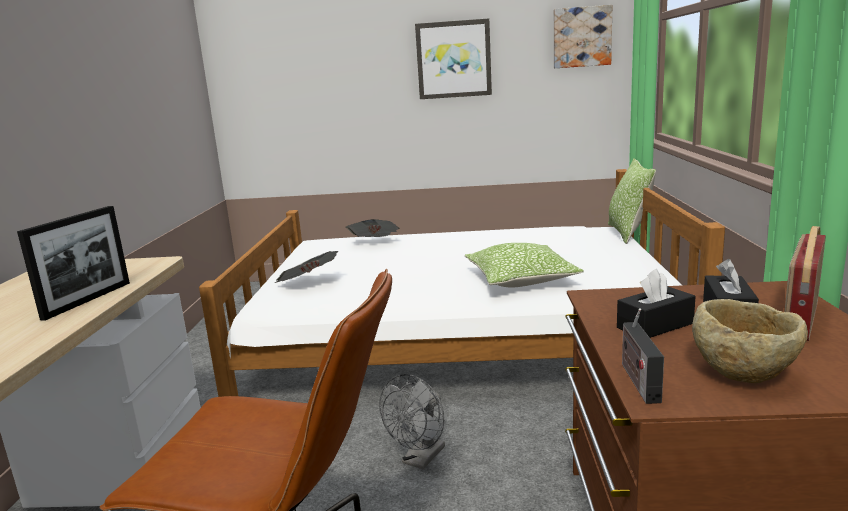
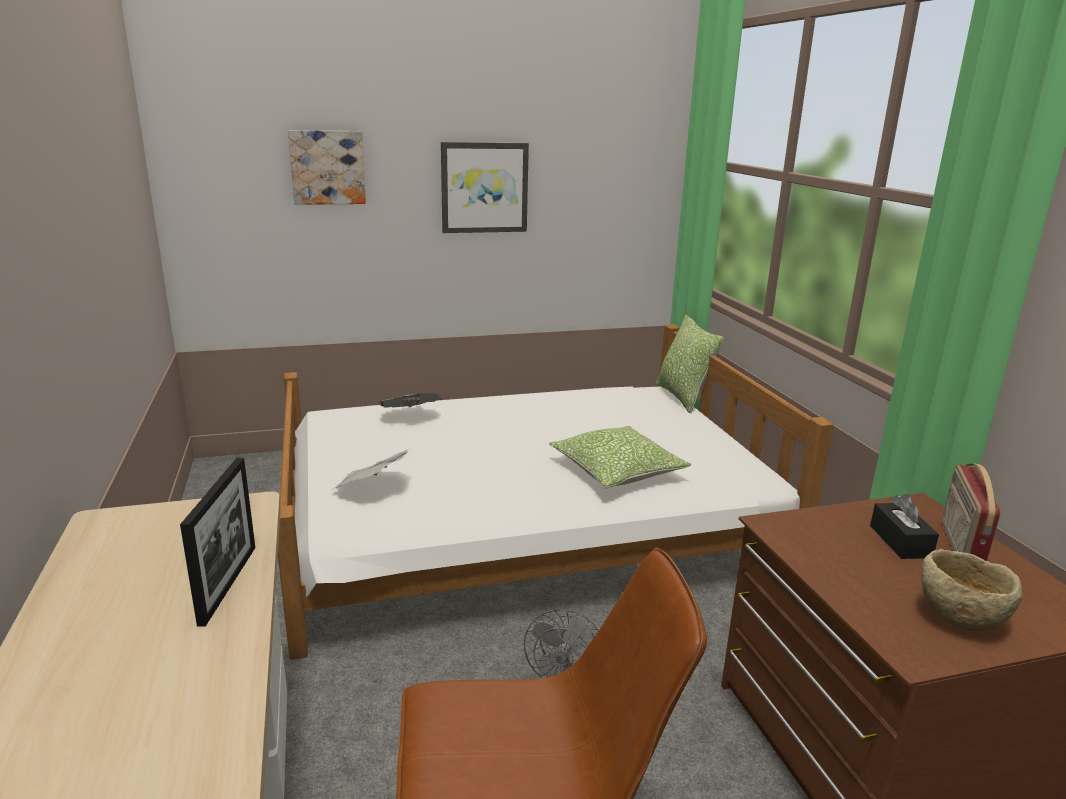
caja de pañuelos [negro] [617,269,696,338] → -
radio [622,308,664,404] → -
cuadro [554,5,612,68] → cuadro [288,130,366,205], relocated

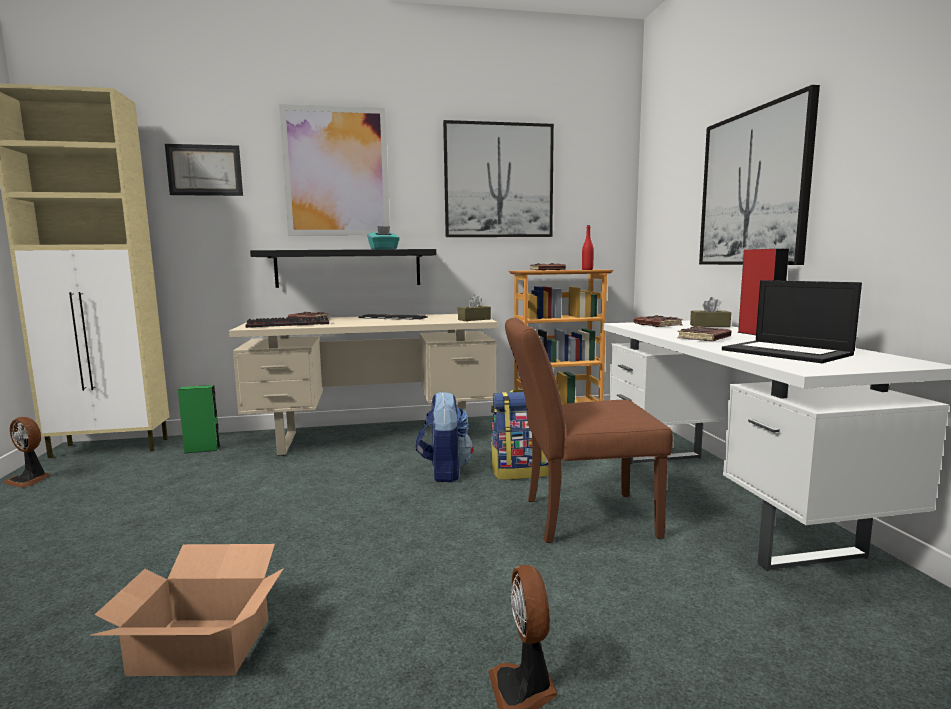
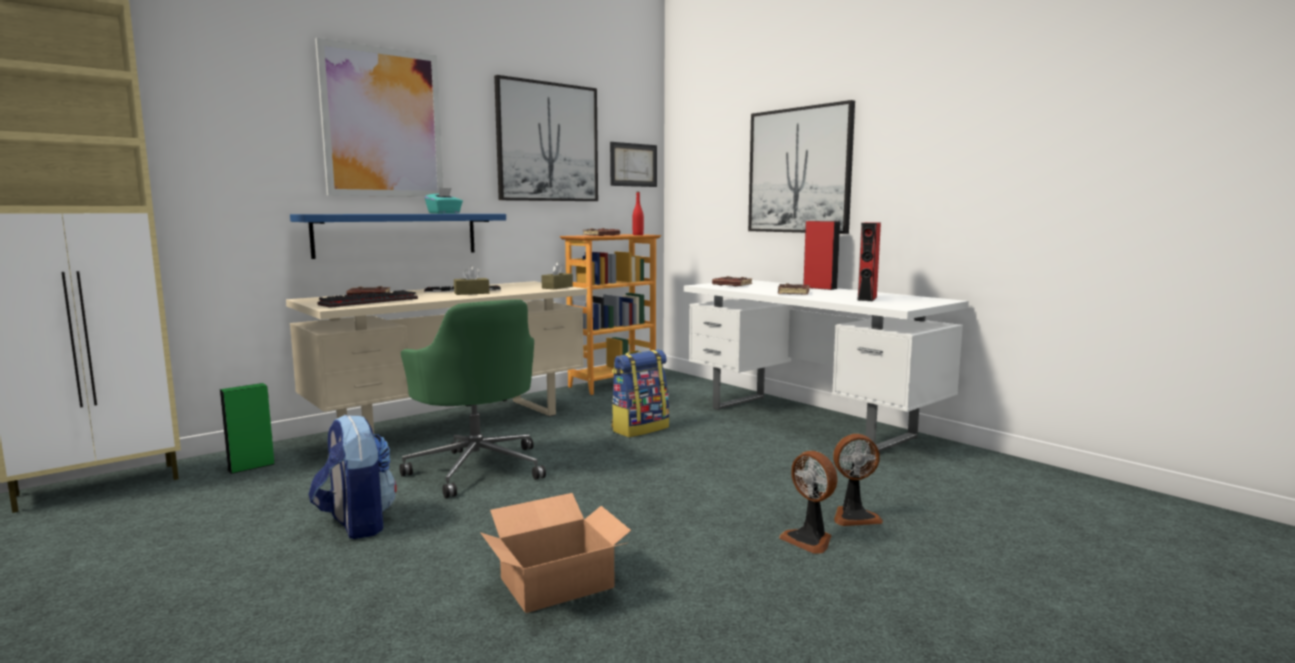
silla [marrón] [505,318,673,543] → -
- → silla de oficina [verde] [399,299,546,498]
ventilador [3,417,50,488] → ventilador [833,434,883,526], relocated
cuadro [165,144,243,196] → cuadro [610,142,657,187], relocated
mochila [416,391,473,482] → mochila [309,414,397,539], relocated
caja de pañuelos [marrón] [690,297,731,327] → caja de pañuelos [marrón] [454,266,489,295], relocated
portátil [722,280,862,363] → altavoz [rojo] [857,222,881,301]
estante [negro] [250,249,436,288] → estante [azul] [290,214,506,259]

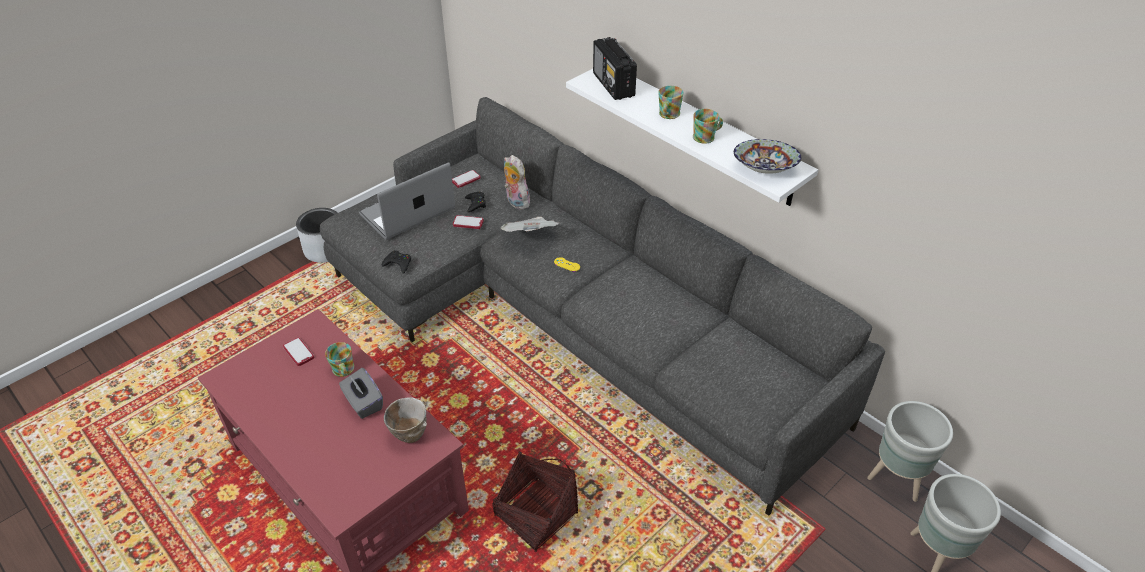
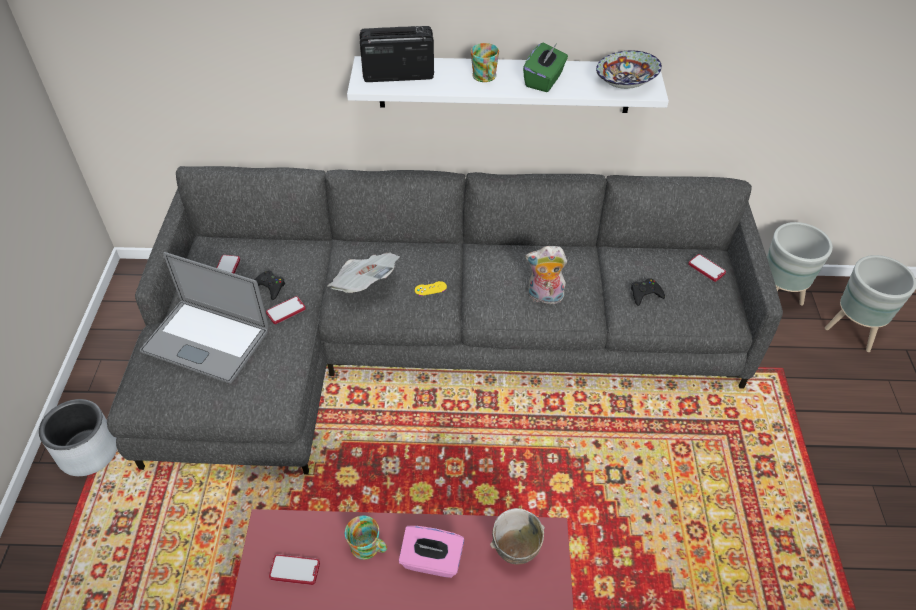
cesta [493,452,578,552] → -
- → móvil [688,254,726,282]
mando de consola [negro] [382,250,411,274] → mando de consola [negro] [631,278,665,306], relocated
peluche [504,155,530,210] → peluche [525,246,567,305], relocated
taza grande [693,109,723,144] → caja de pañuelos [verde] [523,43,568,92]
caja de pañuelos [gris] [339,368,383,419] → caja de pañuelos [rosa] [399,526,464,578]
portátil [359,162,455,240] → portátil [140,252,269,384], 75 degrees counterclockwise
radio [593,37,637,100] → radio [360,26,434,82], 150 degrees clockwise

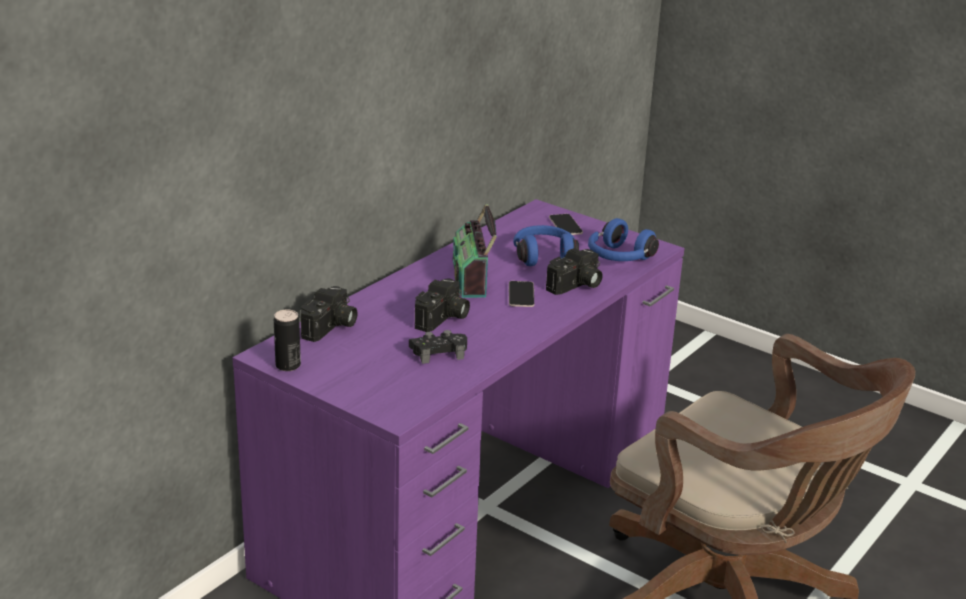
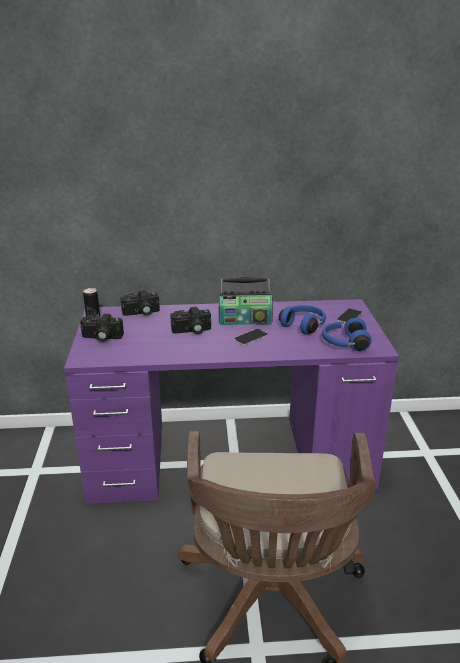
mando de consola [negro] [409,330,467,364] → -
cámara [546,248,603,295] → cámara [80,314,124,342], relocated
radio [453,203,497,298] → radio [219,277,273,325], 135 degrees counterclockwise

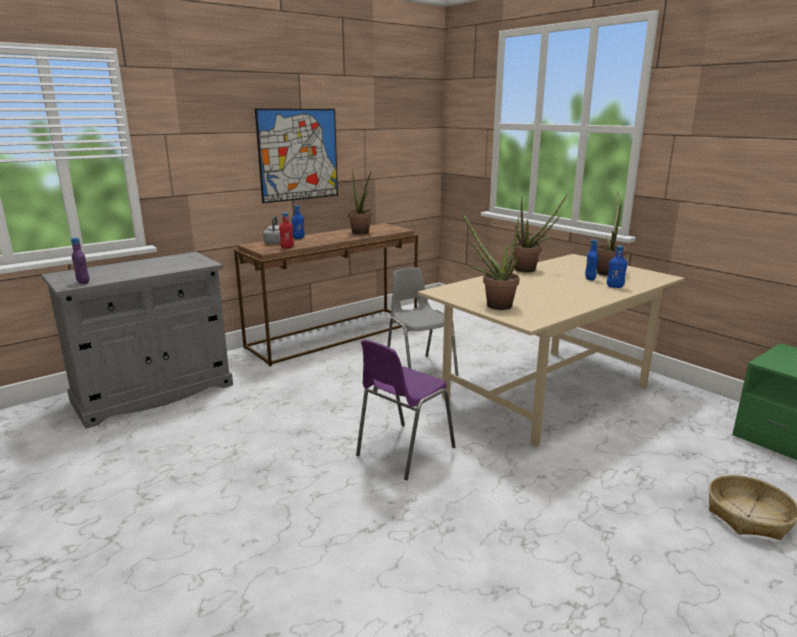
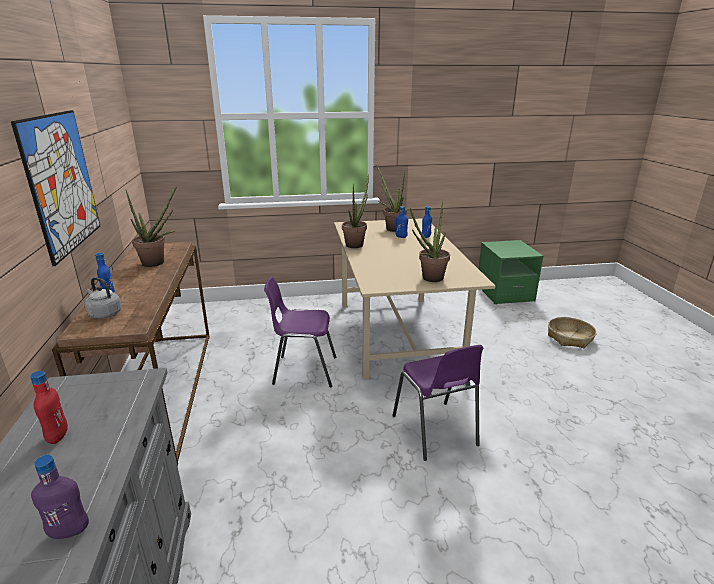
botella [rojo] [279,212,294,249] → botella [rojo] [30,371,68,444], relocated
silla [gris] [387,267,459,376] → silla [morado] [264,277,336,388]

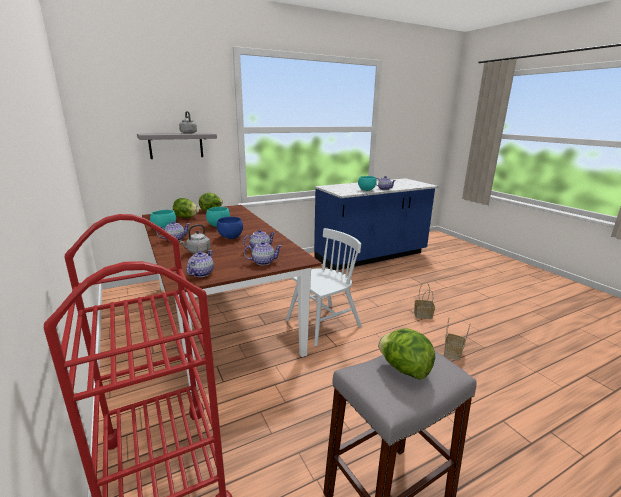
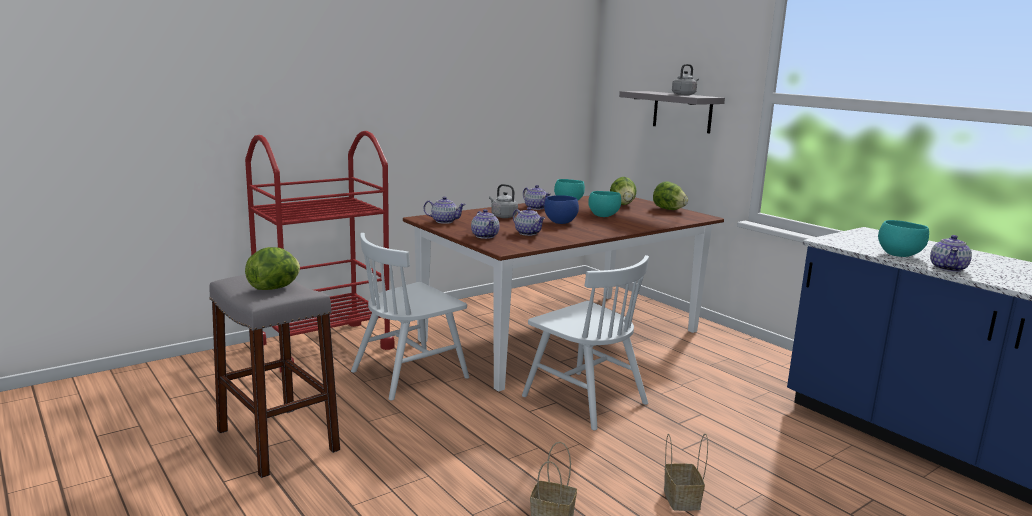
- → silla [blanco] [351,233,469,401]

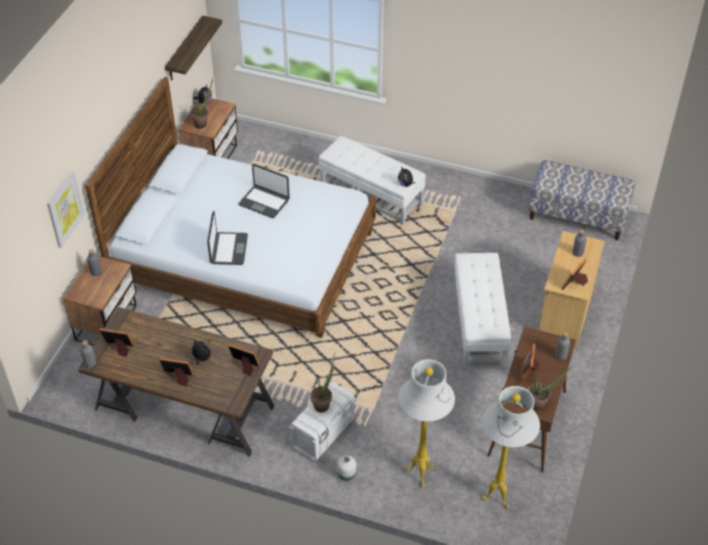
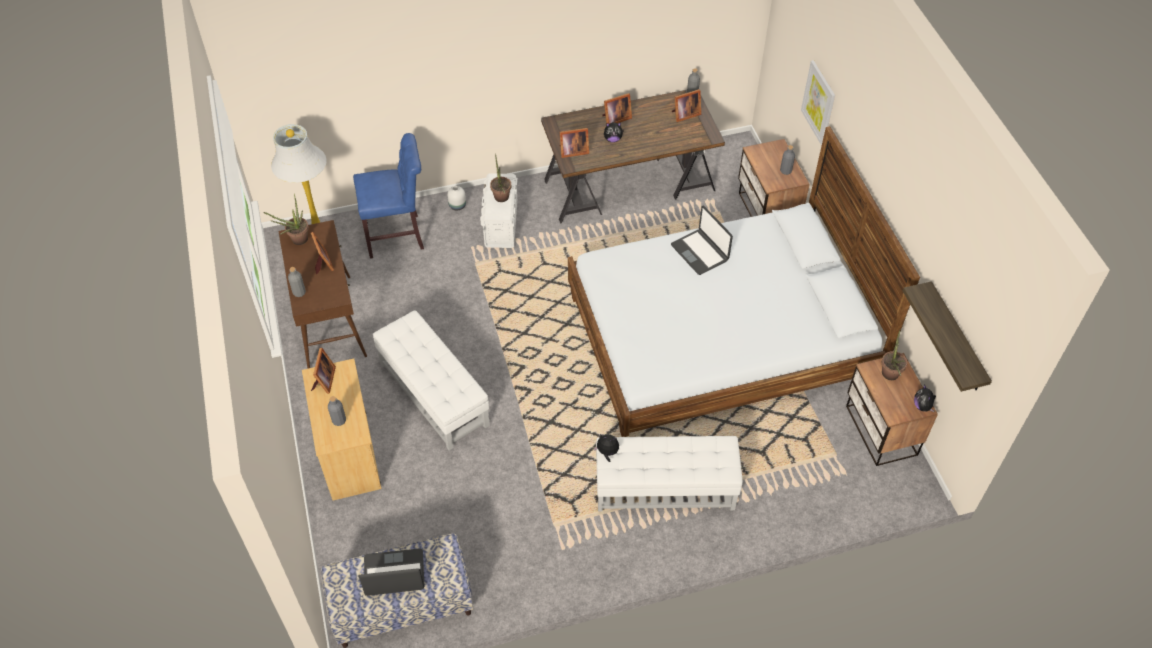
portátil [239,164,290,218] → portátil [358,548,424,596], relocated
lámpara de pie [blanco] [398,359,455,487] → silla [azul] [353,133,424,259]

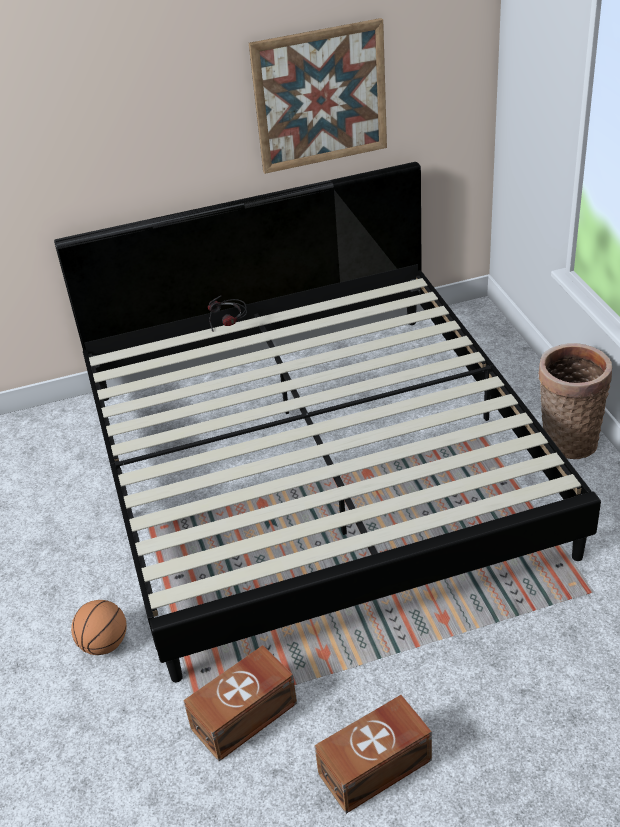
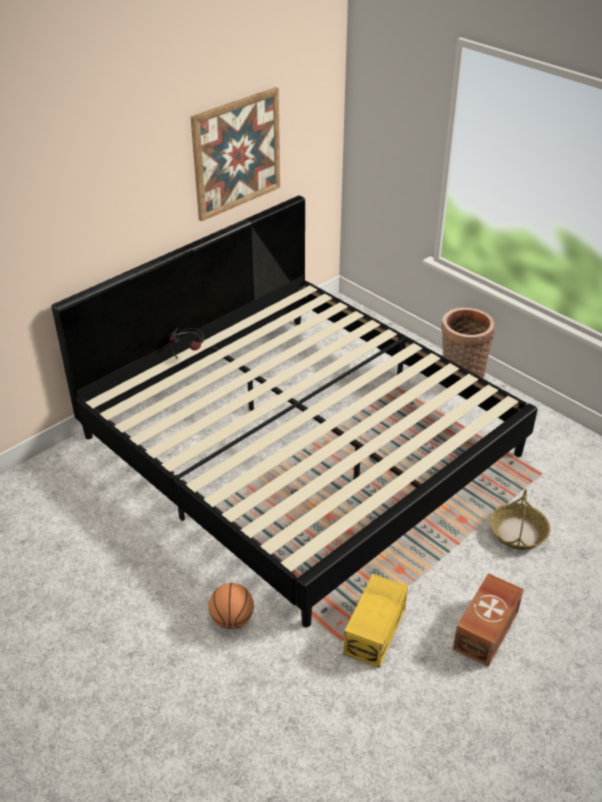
- → cesta [490,489,550,550]
caja de almacenaje [marrón] [183,645,297,761] → caja de almacenaje [amarillo] [343,574,408,668]

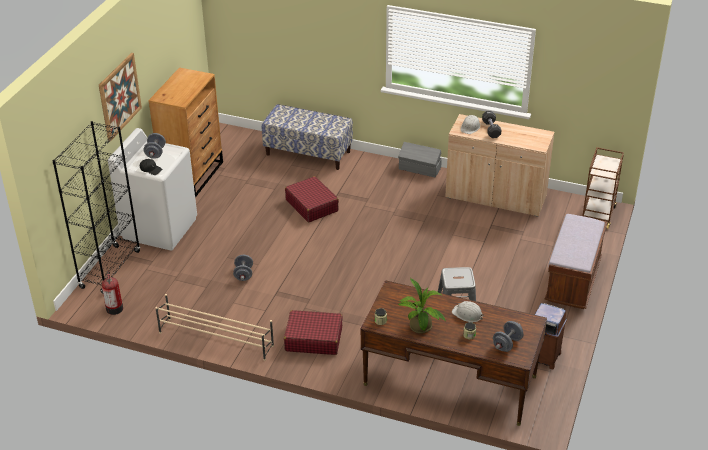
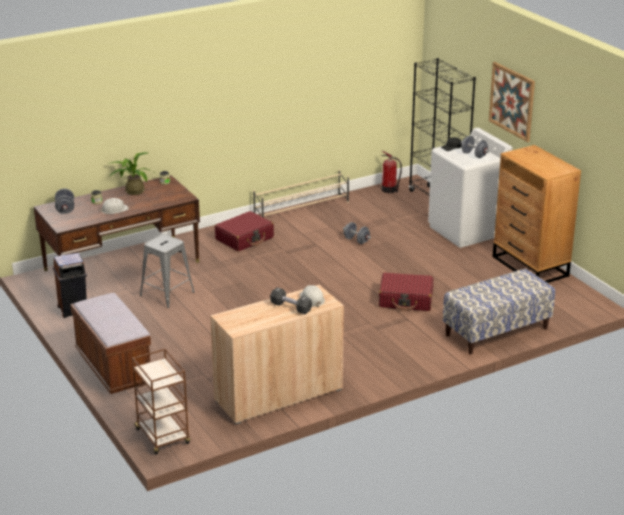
caja de almacenaje [gris] [398,142,442,177] → -

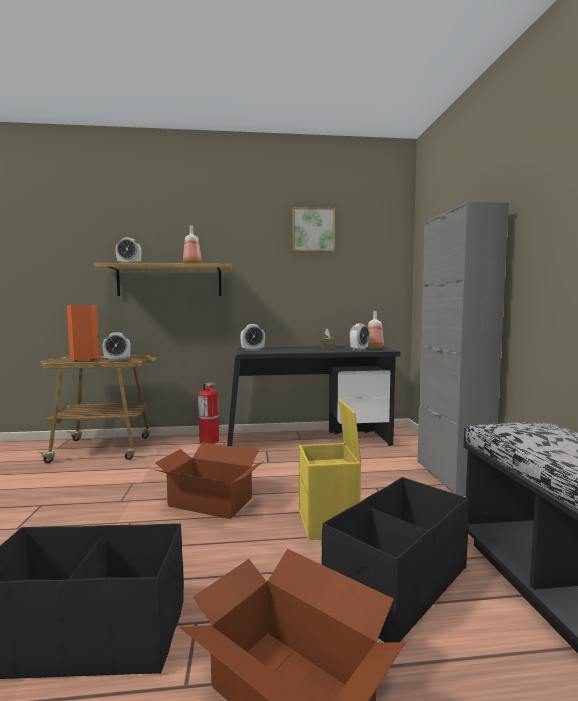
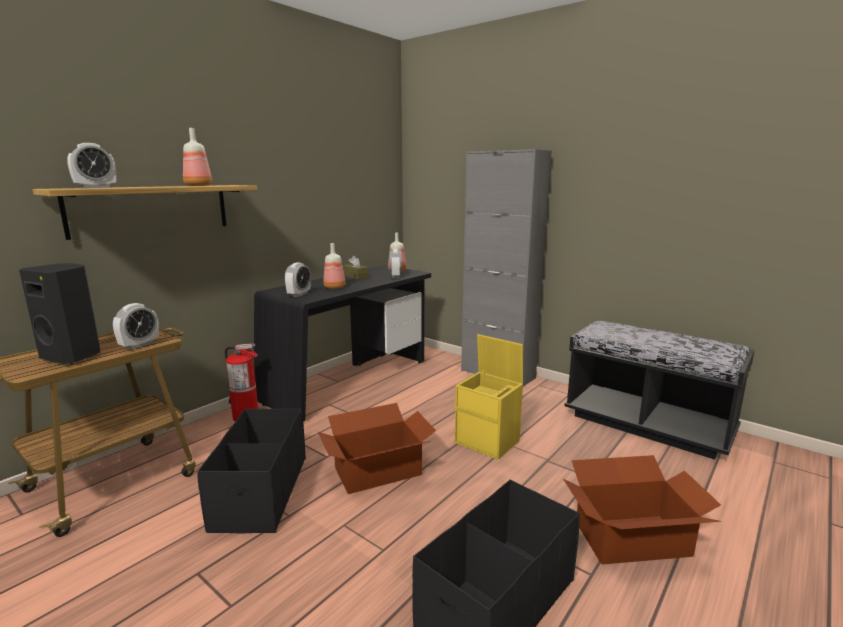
cuadro [293,207,335,252] → -
- → botella [323,243,345,289]
caja de almacenaje [negro] [321,477,469,643] → caja de almacenaje [negro] [197,409,306,534], relocated
altavoz [naranja] [67,305,100,361] → altavoz [negro] [19,263,100,364]

